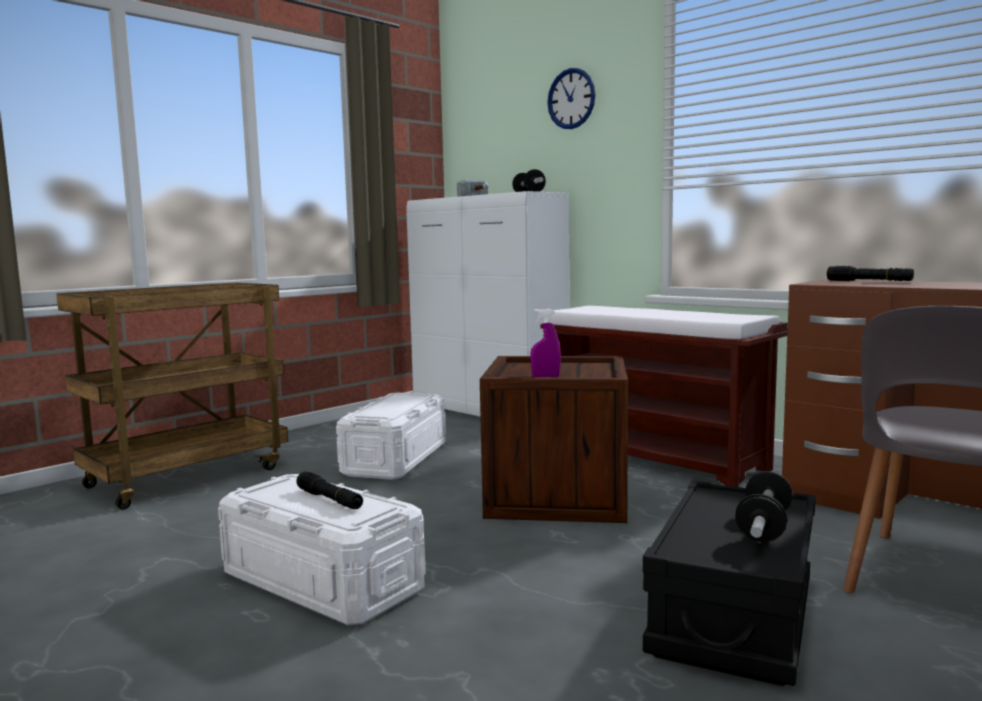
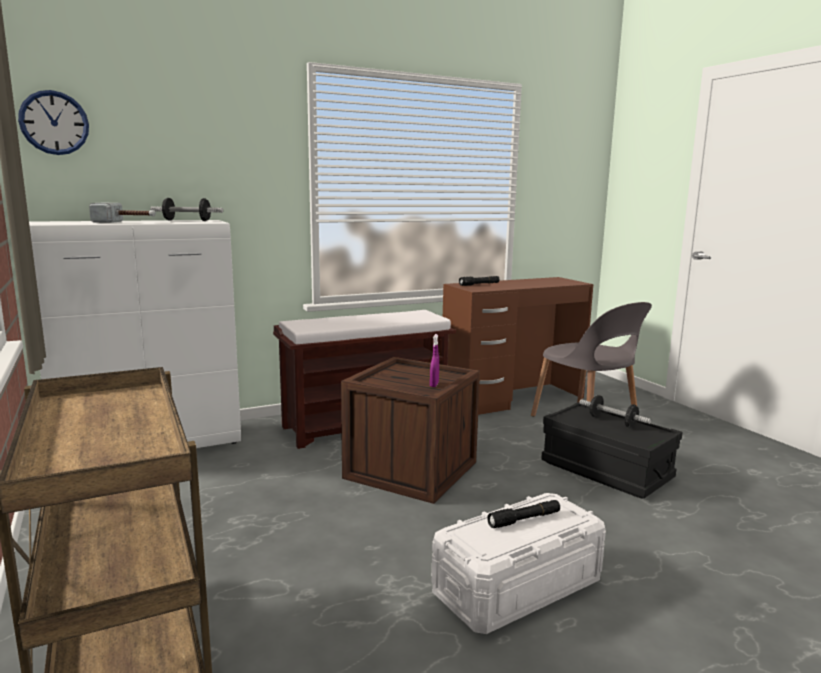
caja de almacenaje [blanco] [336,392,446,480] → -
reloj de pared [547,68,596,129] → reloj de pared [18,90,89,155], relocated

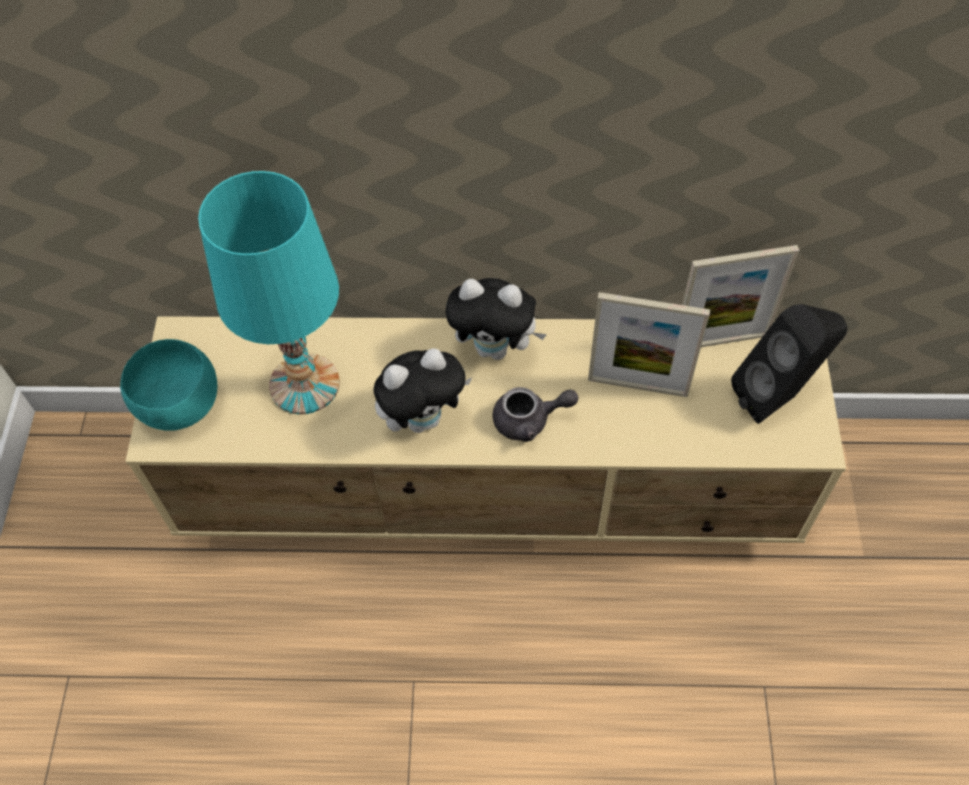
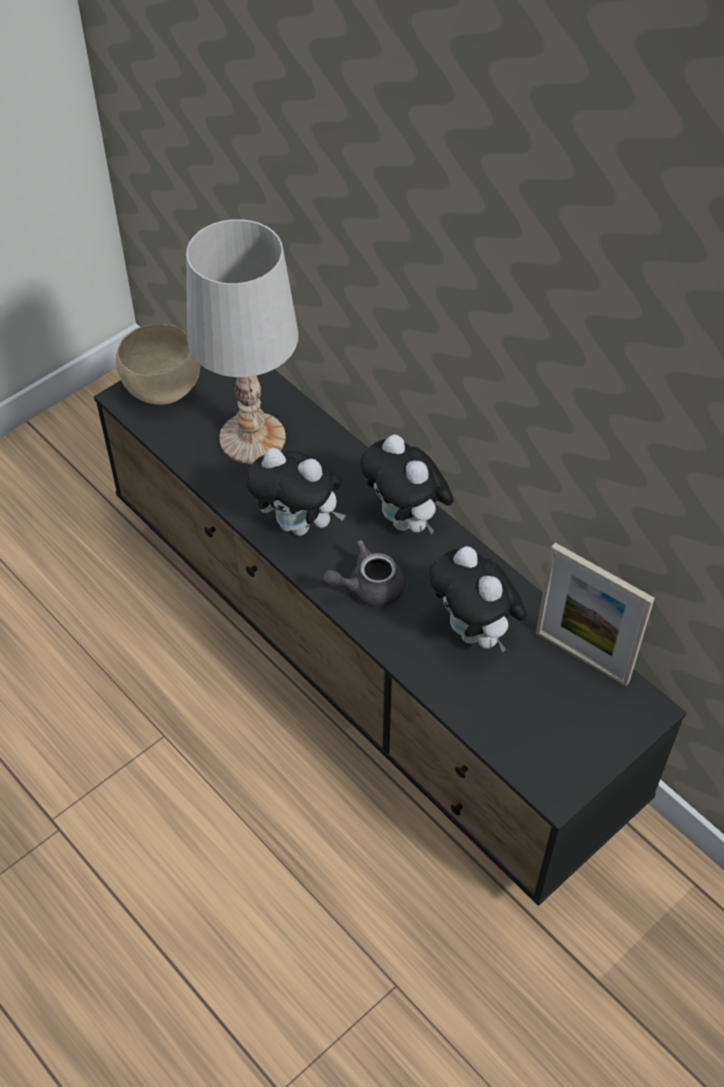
altavoz [negro] [731,304,848,424] → -
portarretratos [588,292,710,397] → peluche [429,546,527,652]
cuenco [turquesa] [120,339,217,431] → cuenco [beis] [116,324,200,405]
mueble de televisión [beis] [125,316,846,543] → mueble de televisión [negro] [94,365,687,906]
lámpara de mesa [turquesa] [198,171,340,414] → lámpara de mesa [blanco] [186,219,298,464]
tetera [gris] [493,387,578,442] → tetera [gris] [322,540,405,607], 120 degrees clockwise

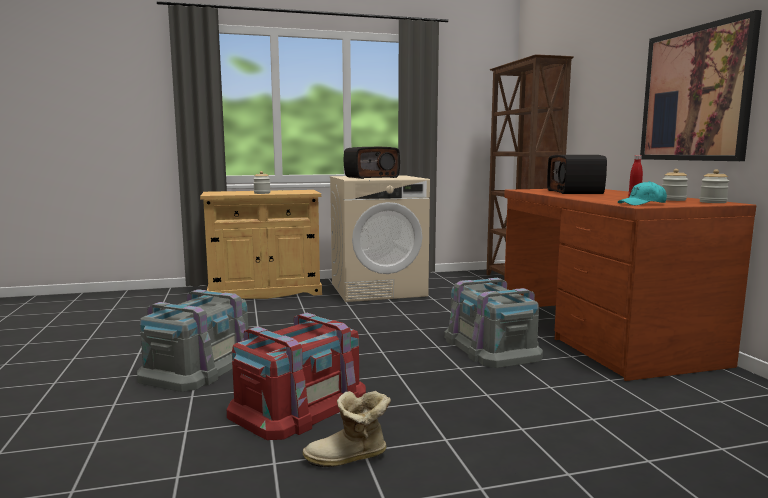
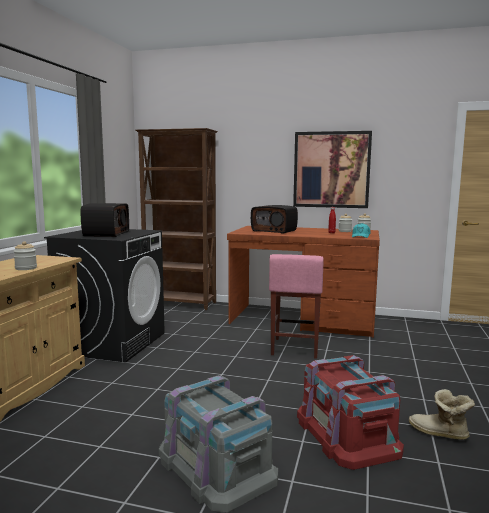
caja de almacenaje [gris] [444,278,543,368] → taburete [rosa] [269,254,324,359]
lavadora [beis] [330,175,430,302] → lavadora [negro] [44,229,165,362]
bota [303,391,391,467] → bota [409,389,475,440], 105 degrees clockwise

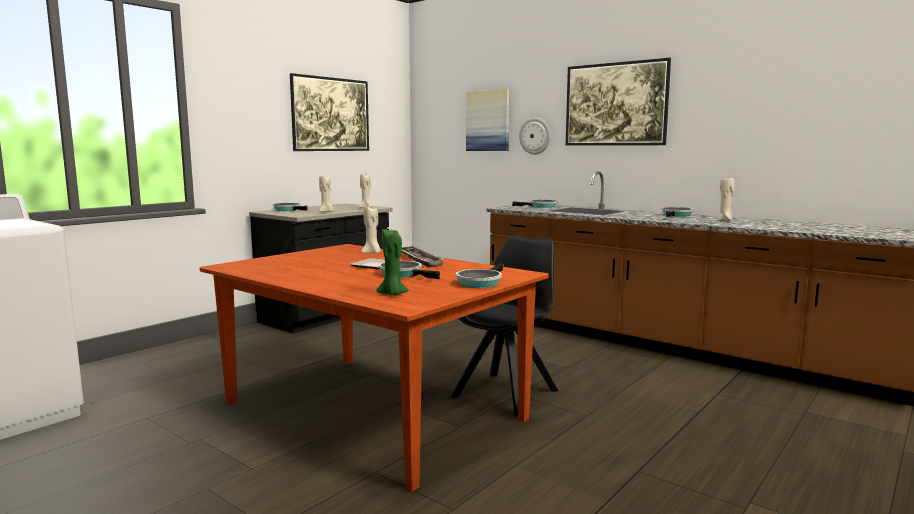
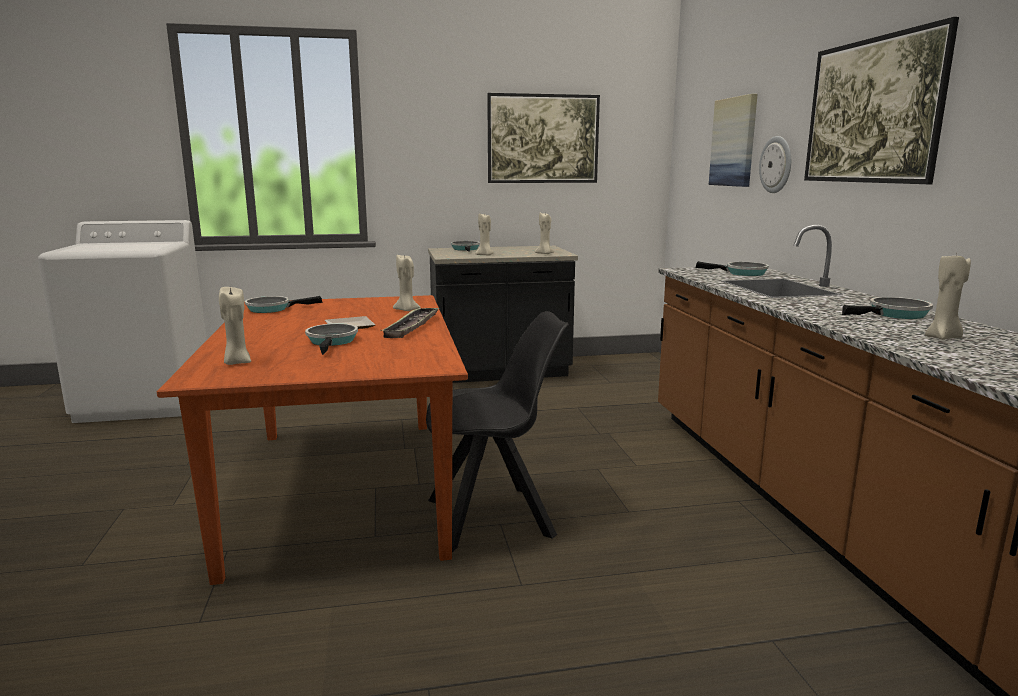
sartén [456,263,503,288] → sartén [245,296,323,313], relocated
vela [verde] [376,229,409,295] → vela [beis] [219,287,251,365]

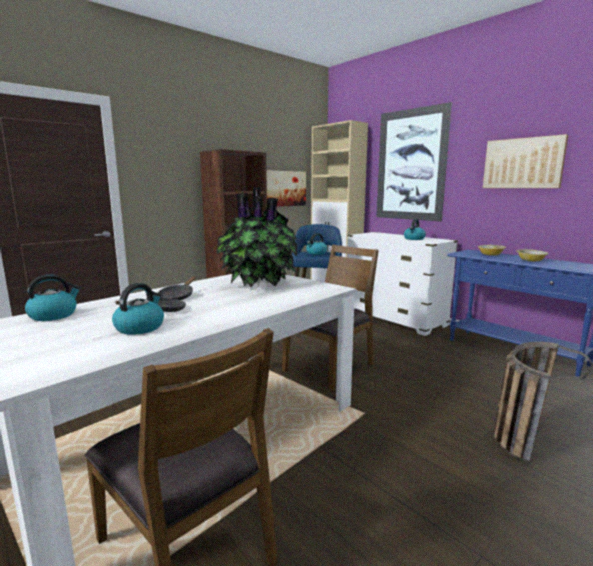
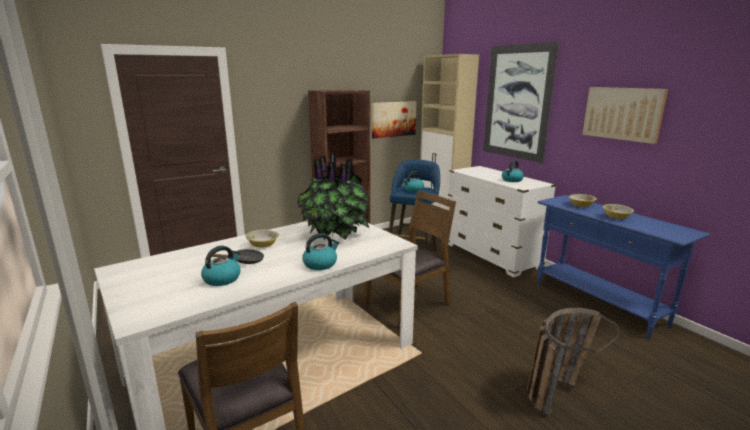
hervidor [25,274,81,321] → hervidor [302,233,340,270], relocated
sartén [negro] [158,276,196,300] → cuenco [245,230,279,248]

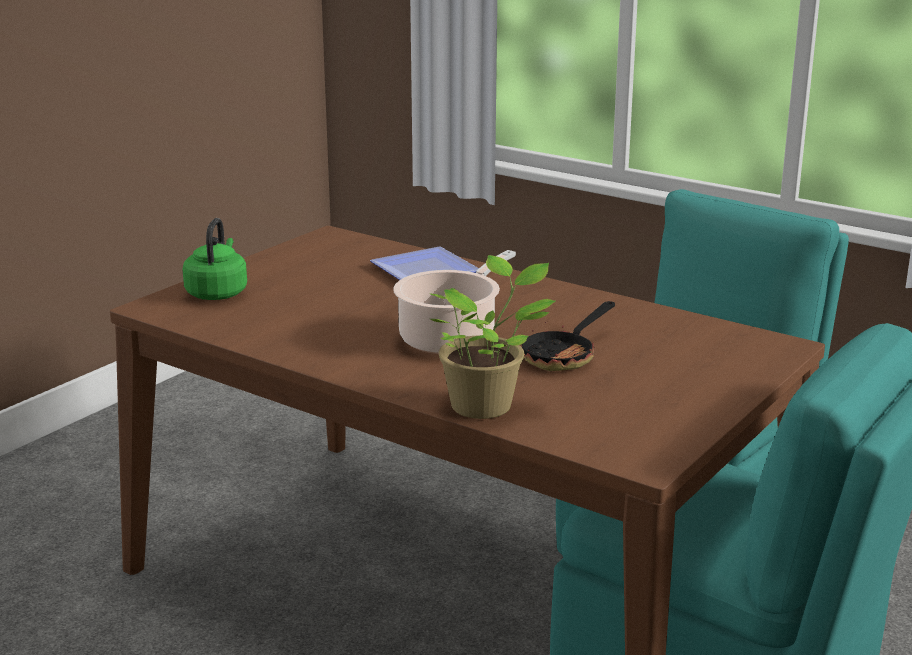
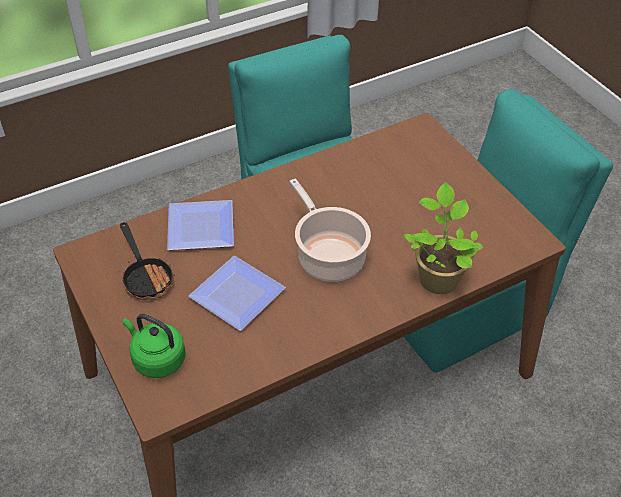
- → plato [188,256,286,331]
sartén [521,301,615,371] → sartén [120,222,175,300], relocated

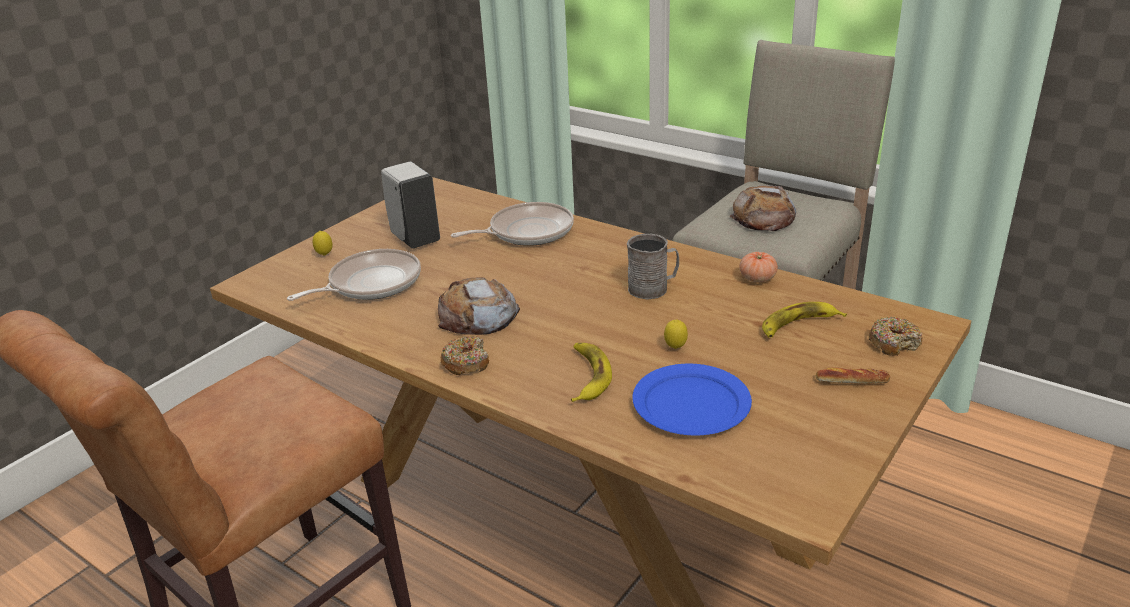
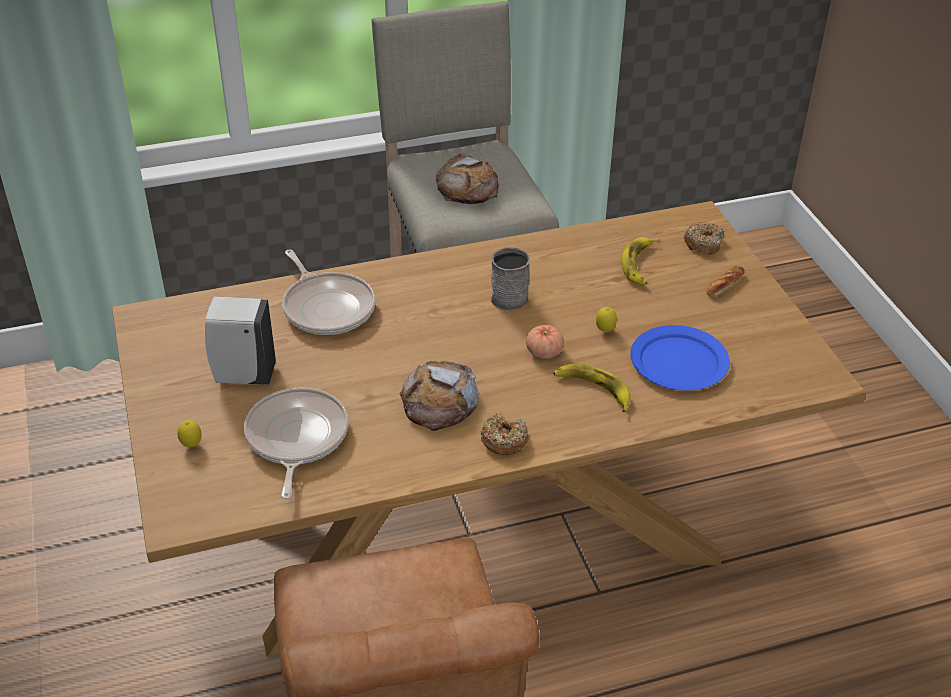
tomate [739,252,778,283] → tomate [526,325,564,358], relocated
sartén [451,202,574,246] → sartén [282,249,375,335], 135 degrees clockwise

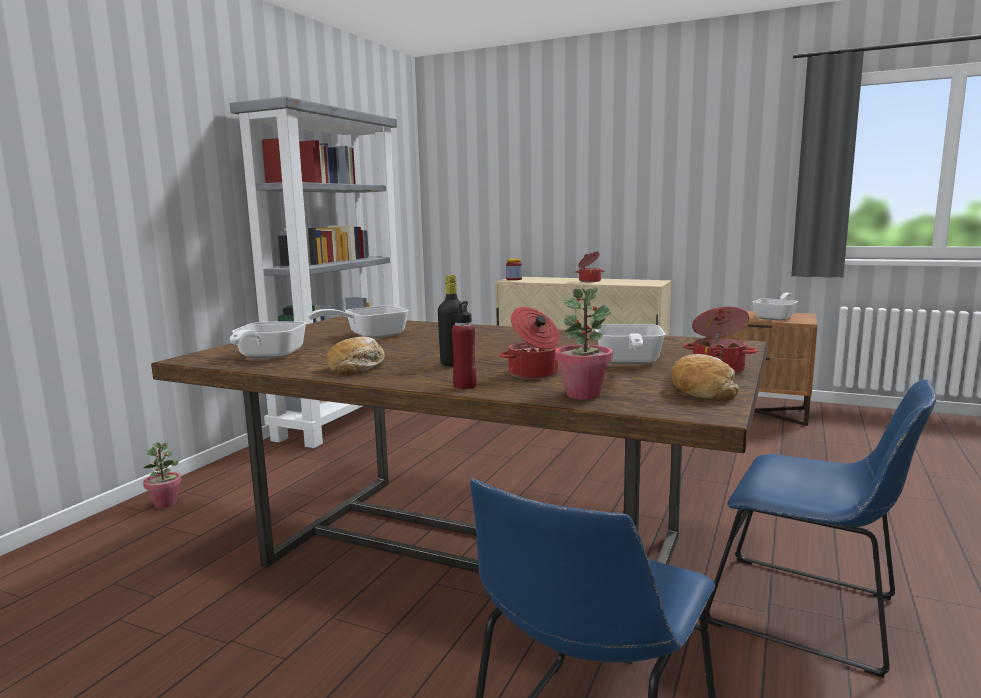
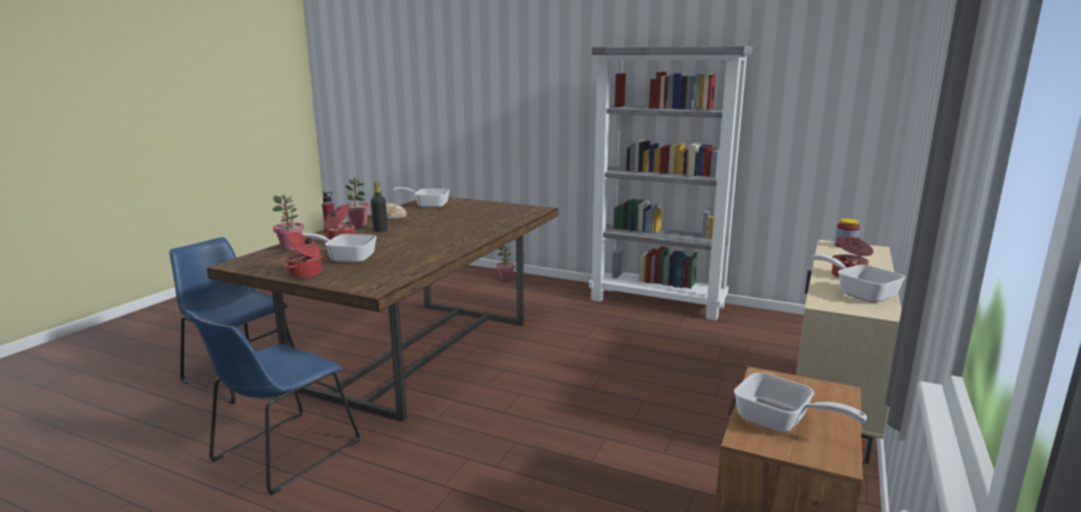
pan [671,354,740,401] → -
- → planta en maceta [345,177,370,227]
sartén [308,306,409,338] → sartén [812,254,906,303], relocated

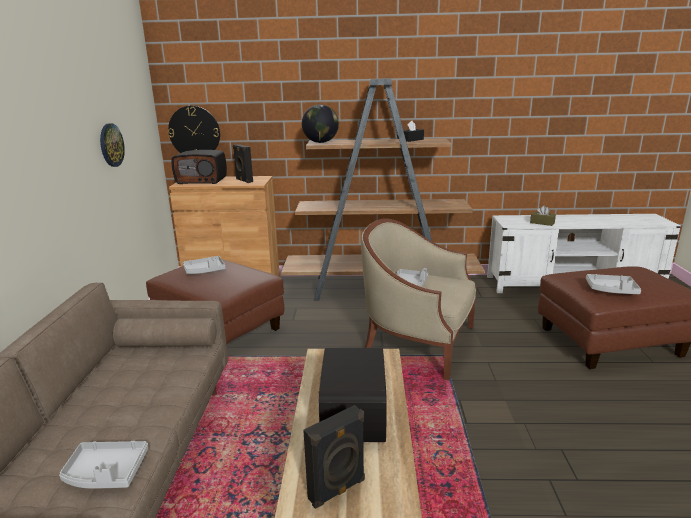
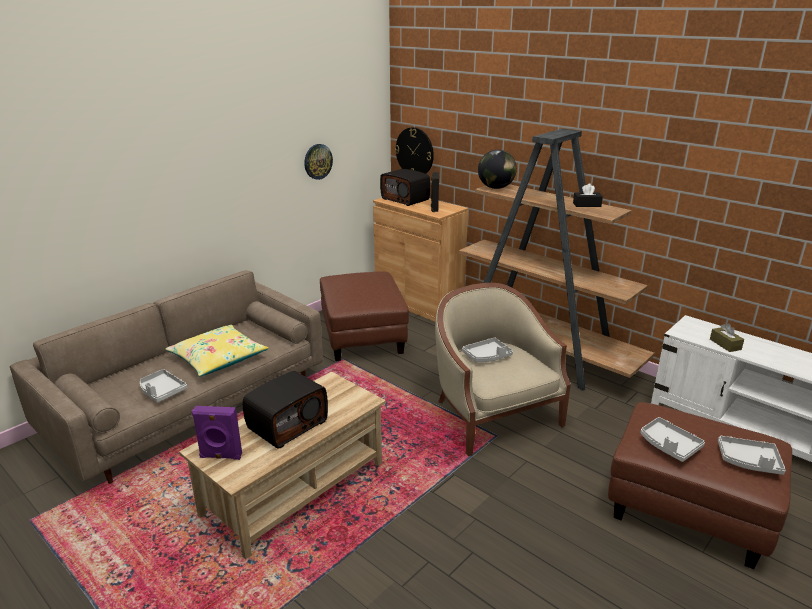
- → cojín [amarillo] [165,325,269,377]
bandeja [gris] [183,256,226,274] → bandeja [gris] [718,436,786,475], relocated
altavoz [negro] [303,405,365,509] → altavoz [morado] [192,406,242,460]

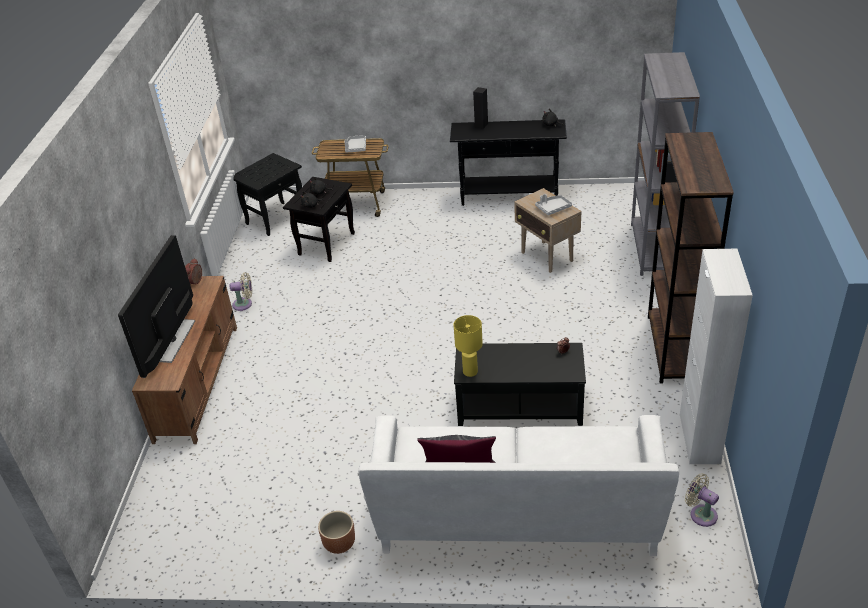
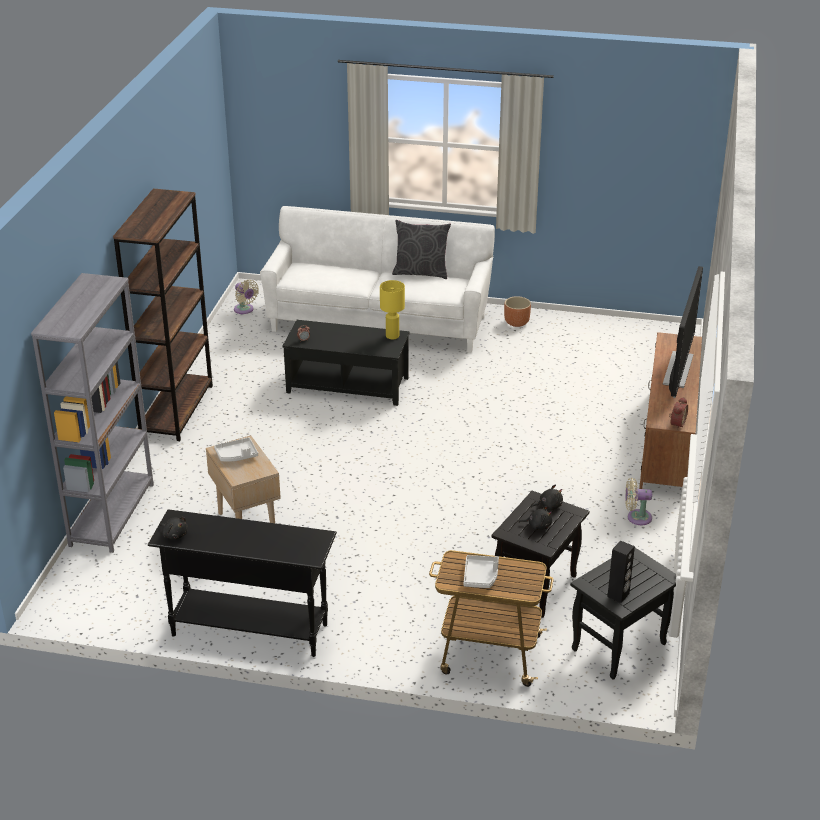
armario [blanco] [680,249,753,464] → -
altavoz [negro] [473,87,488,129] → altavoz [negro] [607,541,635,603], relocated

